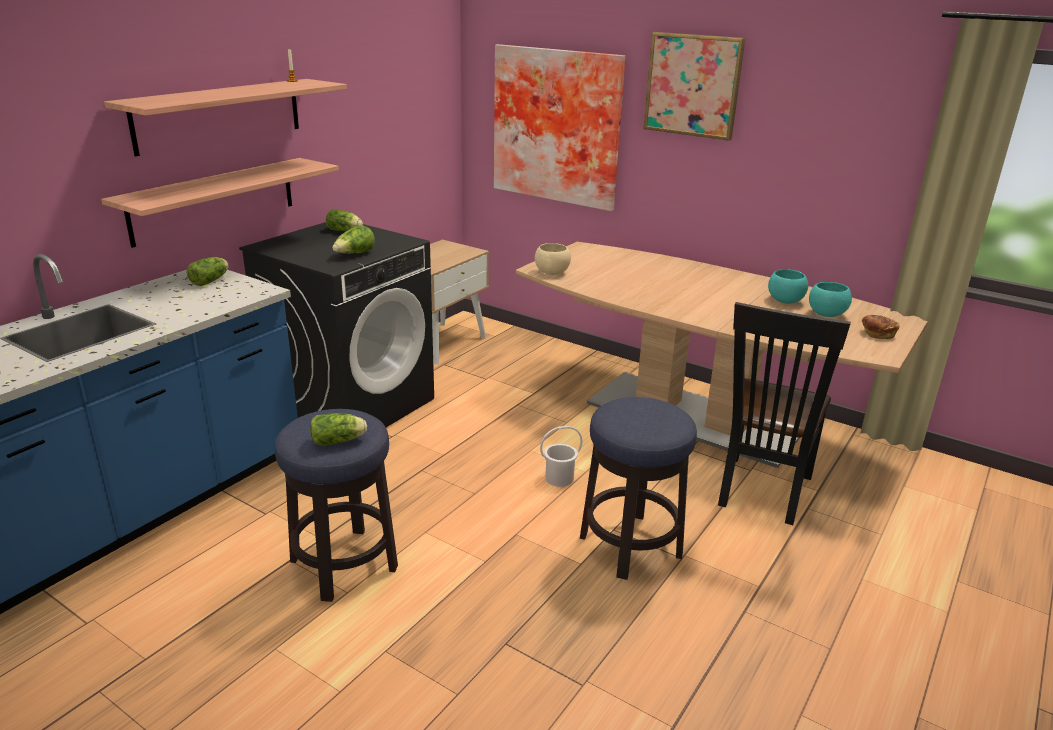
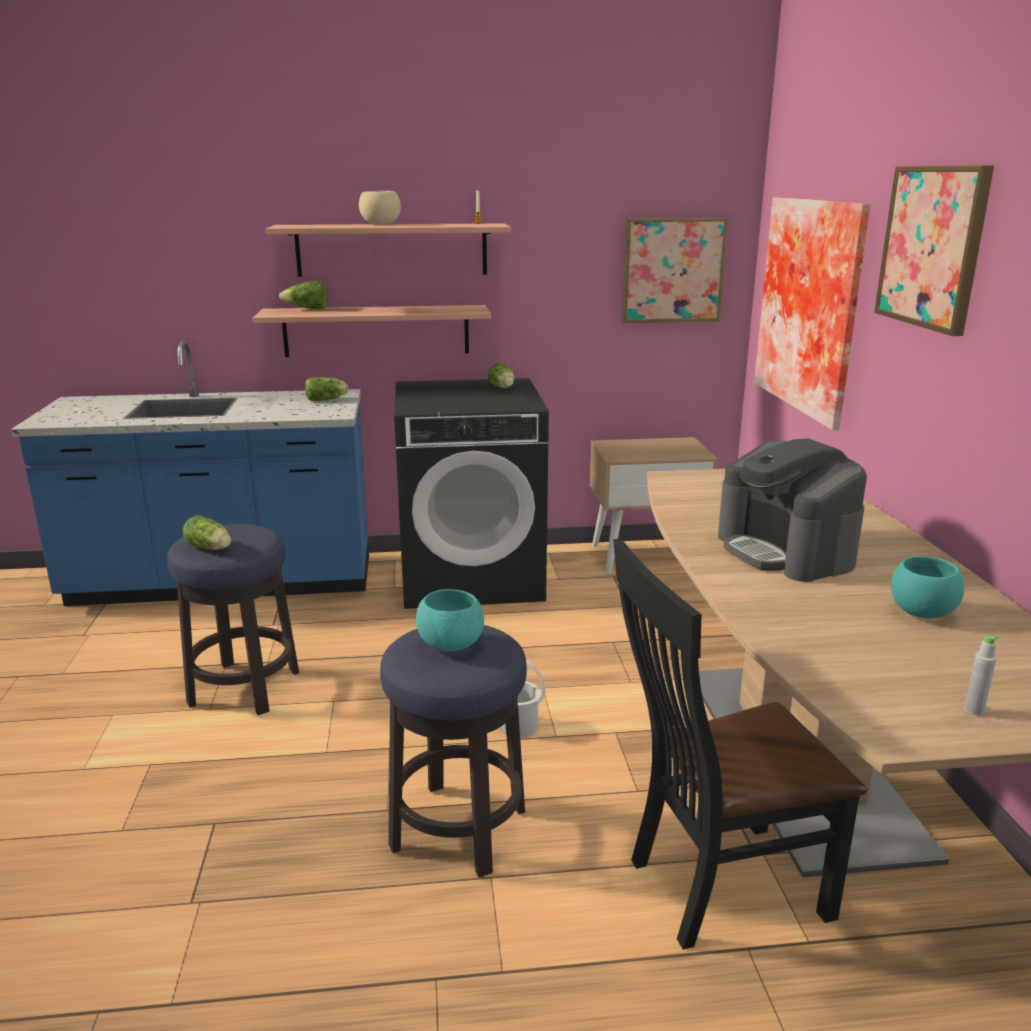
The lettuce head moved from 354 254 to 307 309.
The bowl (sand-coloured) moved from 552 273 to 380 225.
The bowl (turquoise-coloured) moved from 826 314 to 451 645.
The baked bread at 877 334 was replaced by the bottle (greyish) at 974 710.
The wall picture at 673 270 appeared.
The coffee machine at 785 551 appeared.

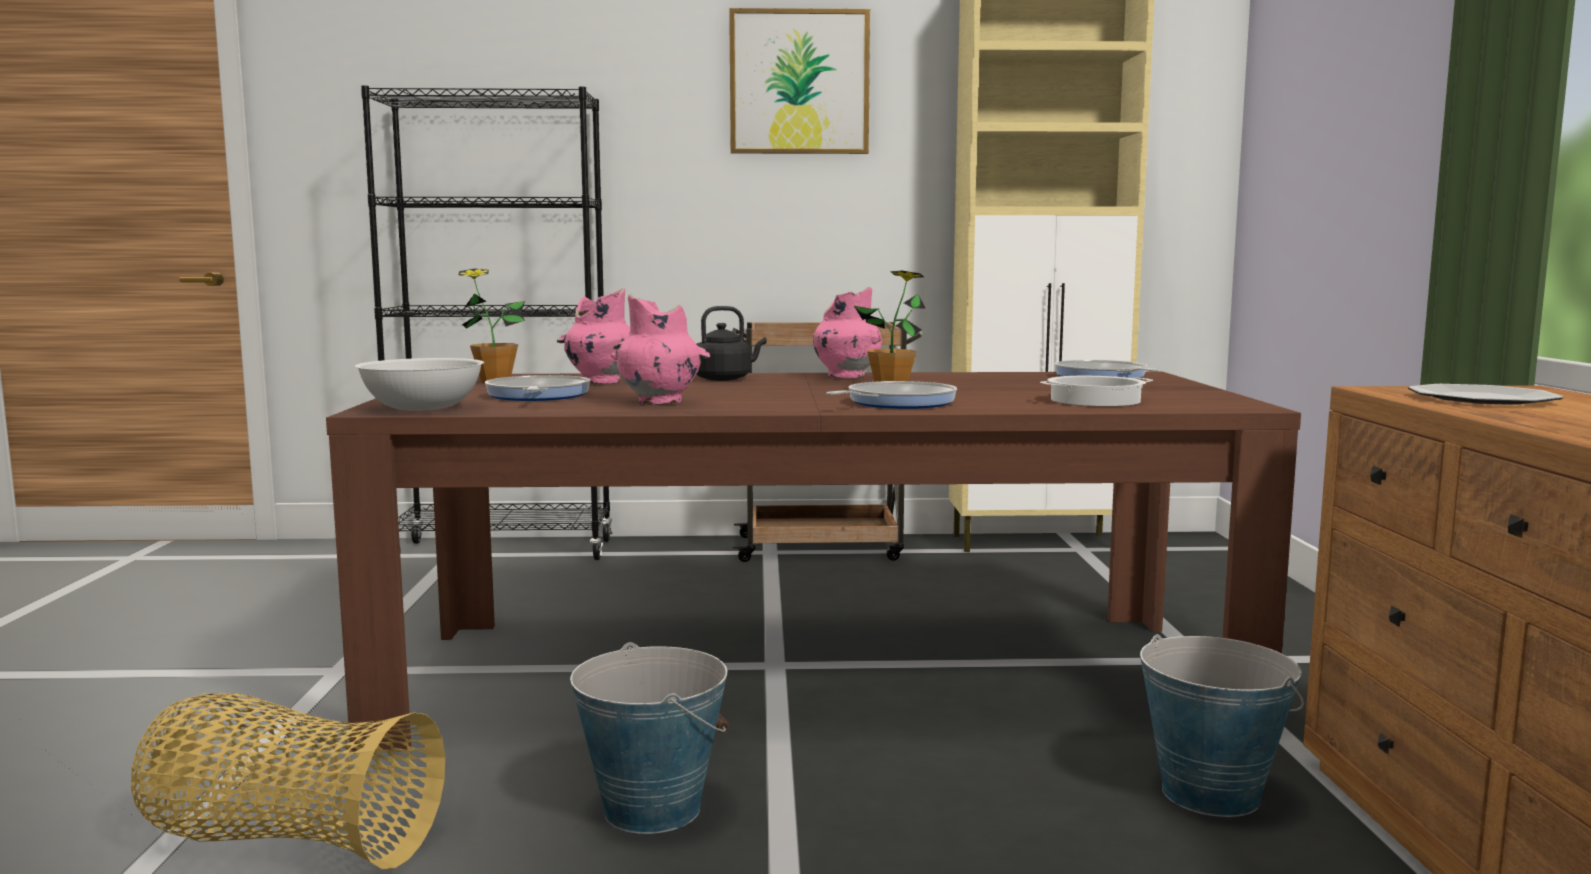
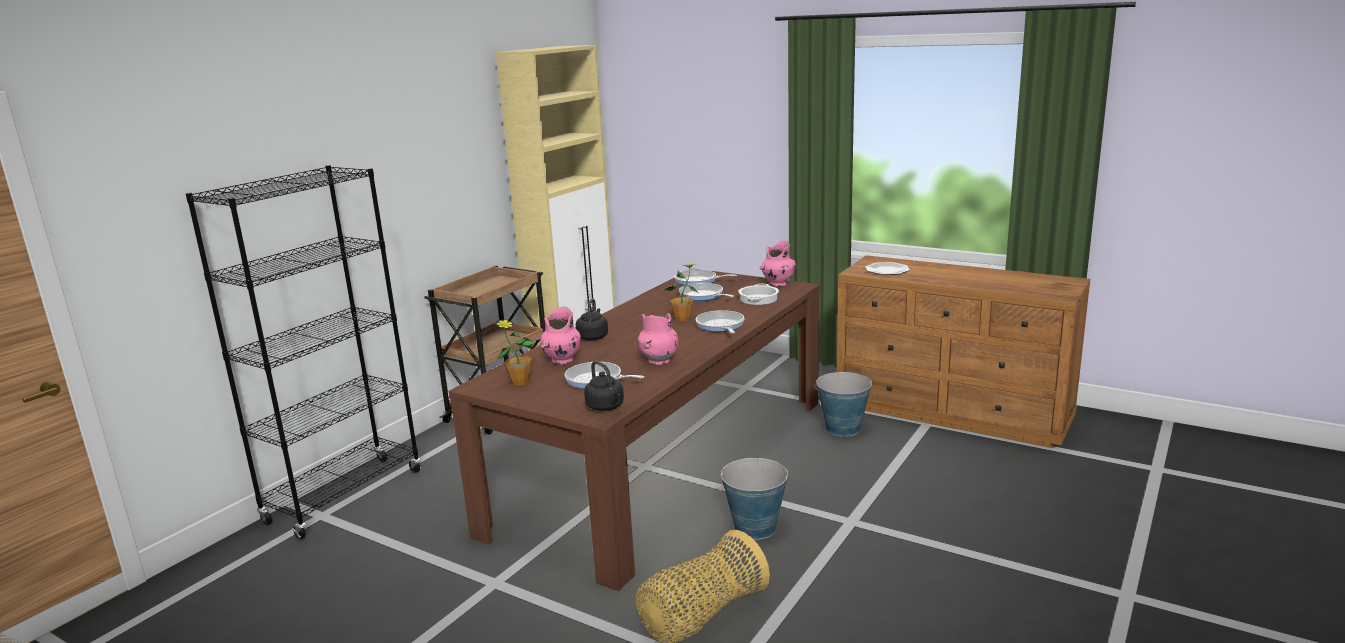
The bowl (white-coloured) at 423 408 was replaced by the kettle (black-coloured) at 606 407.
The wall picture at 799 82 disappeared.
The flower vase (pinkish) moved from 845 376 to 777 284.
The pan at 703 295 appeared.

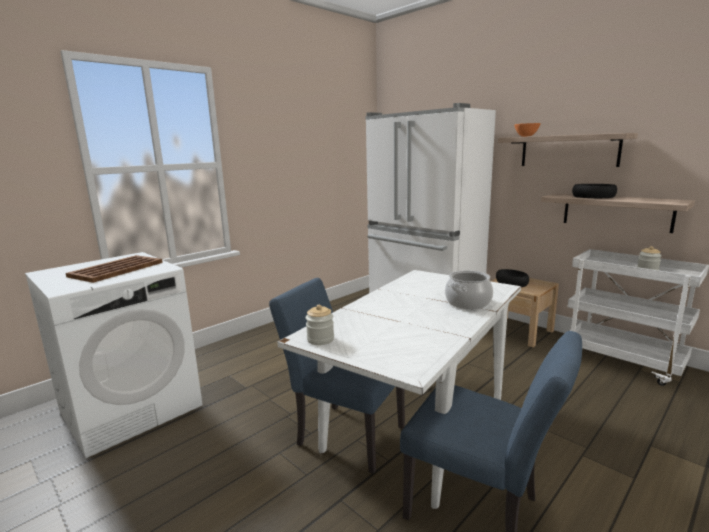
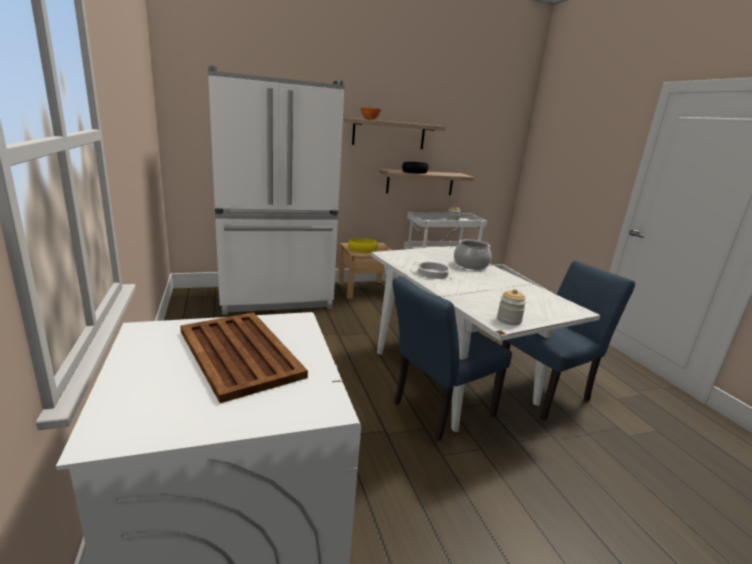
The bowl (black-coloured) at 512 283 became the bowl (yellow) at 363 249.
The stockpot at 432 273 appeared.

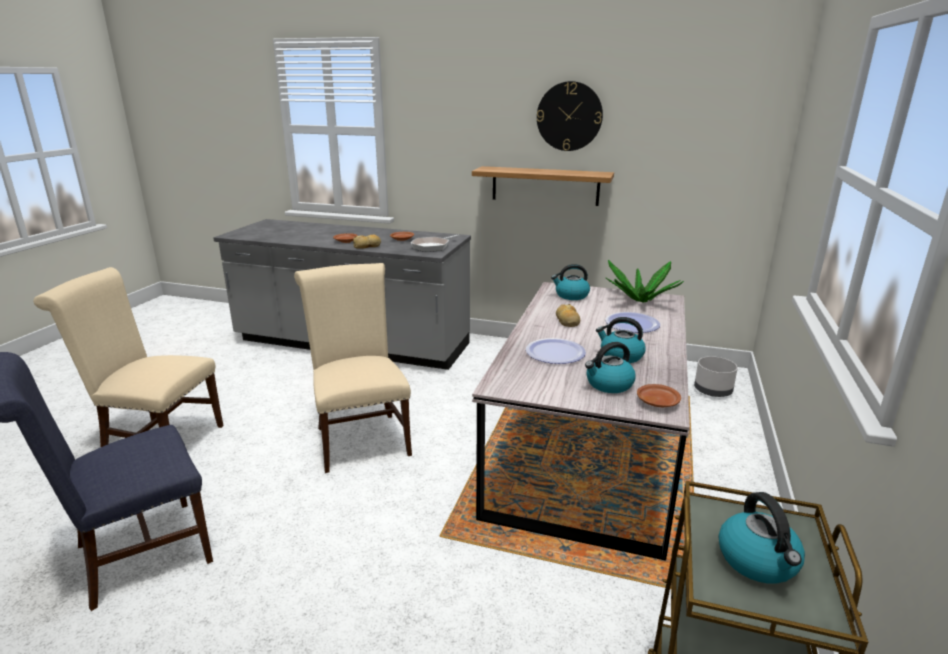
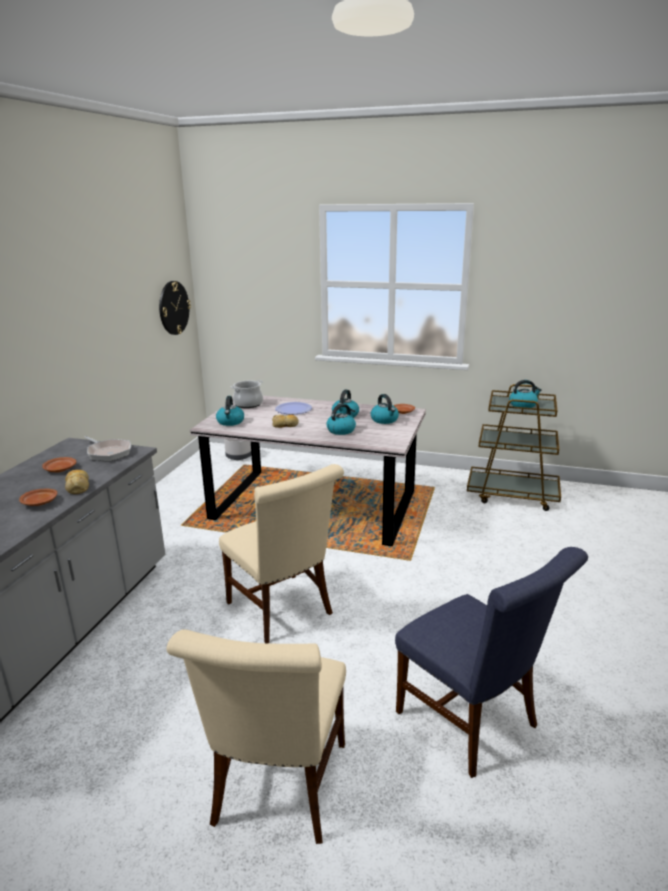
The upright chair (sand-coloured) at 360 437 turned 105 degrees counterclockwise.
The wall shelf at 545 185 disappeared.
The dinner plate at 555 352 was replaced by the kettle at 341 430.
The clock on the wall moved from 569 116 to 173 308.
The potted plant at 640 300 was replaced by the stockpot at 248 404.

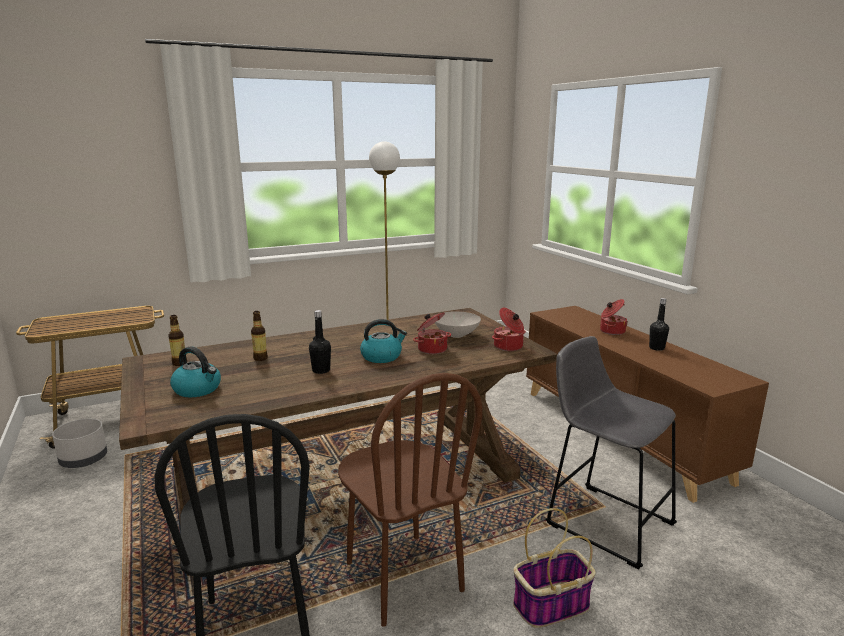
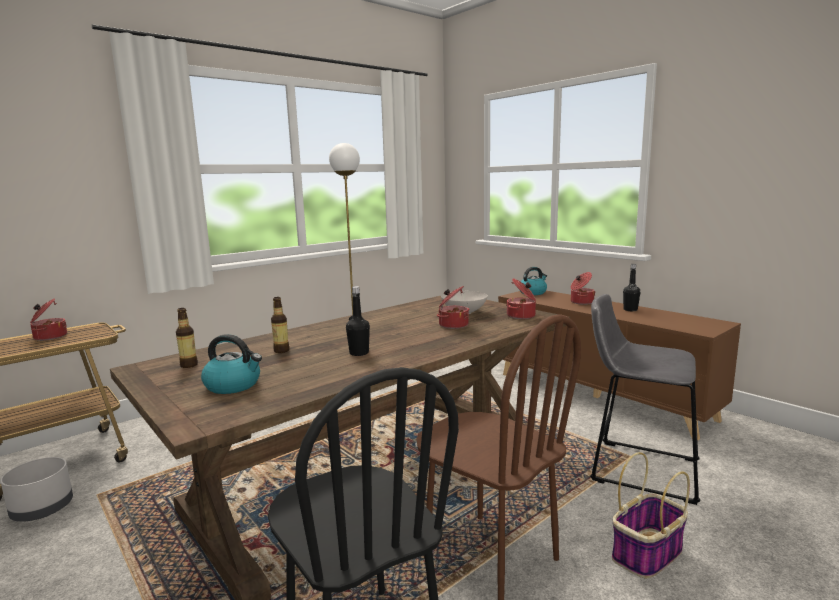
The kettle moved from 382 356 to 533 292.
The stockpot at 49 337 appeared.

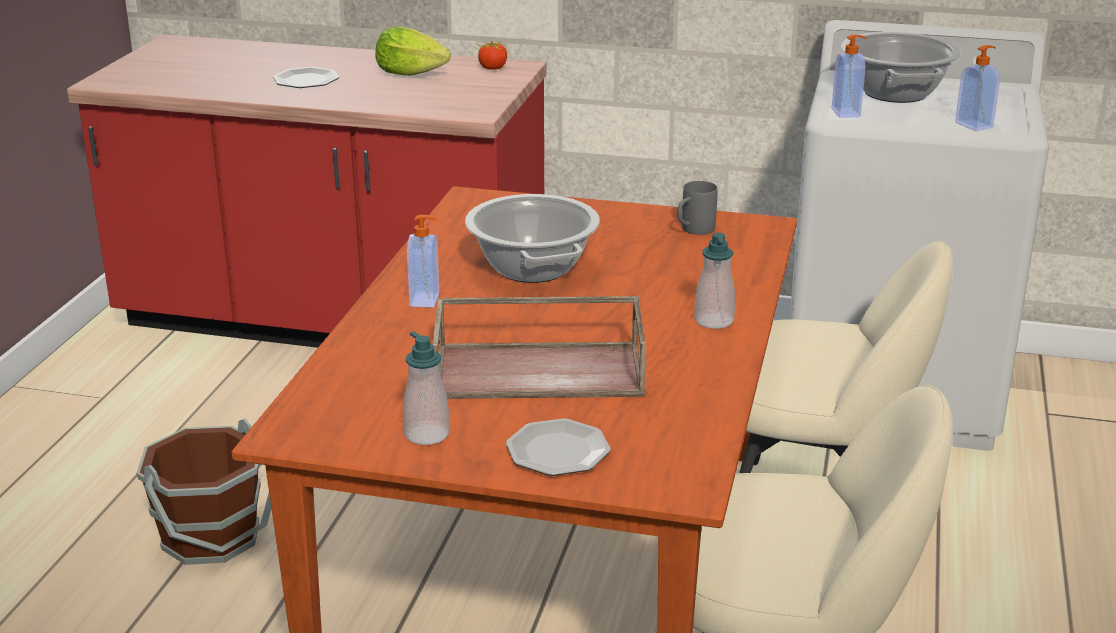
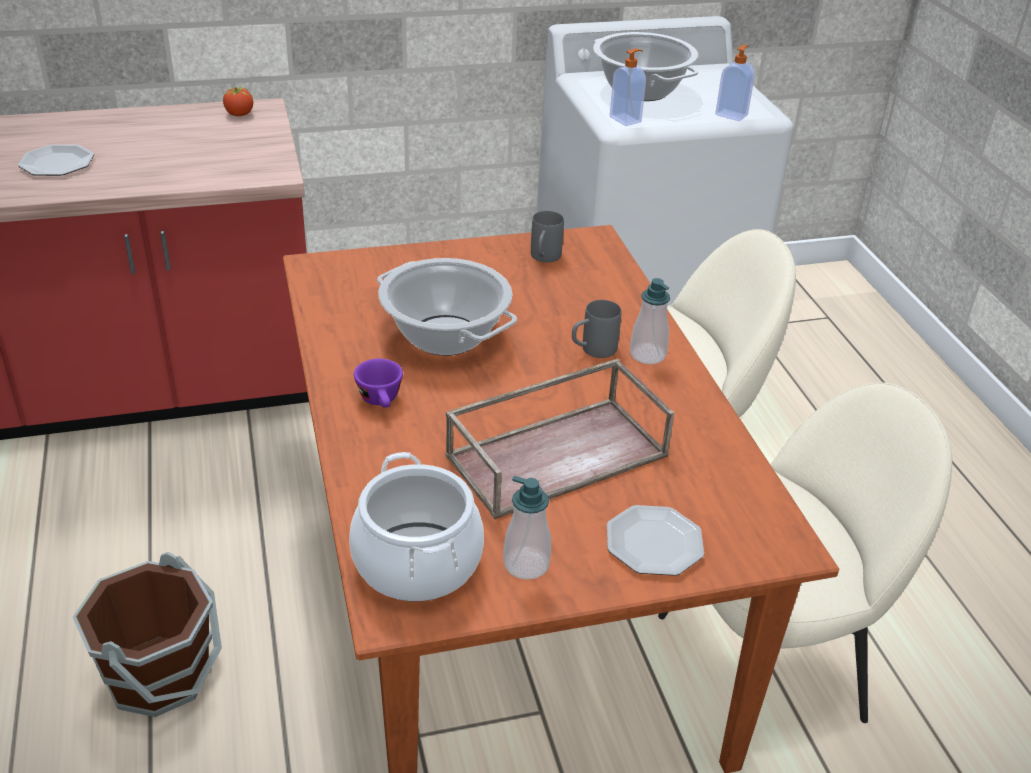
The lettuce head at 410 74 disappeared.
The liquid soap bottle at 426 300 was replaced by the cup (purple-coloured) at 381 401.
The stockpot at 416 562 appeared.
The coffee mug (greyish) at 592 350 appeared.

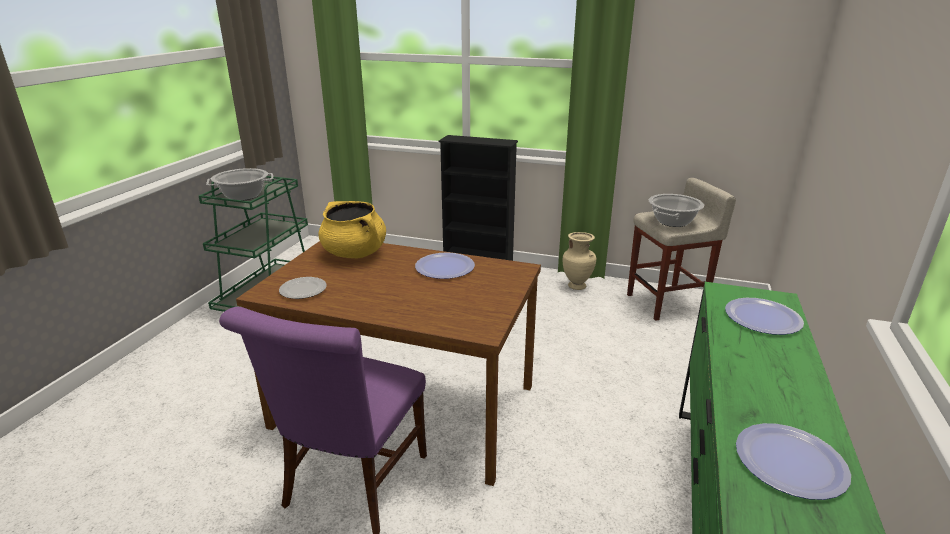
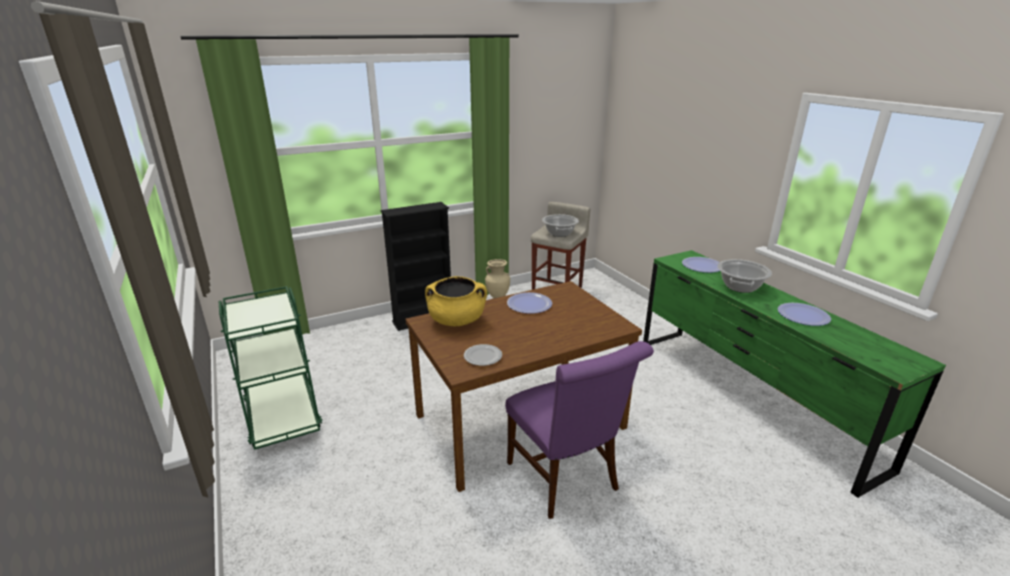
The stockpot moved from 243 196 to 740 287.

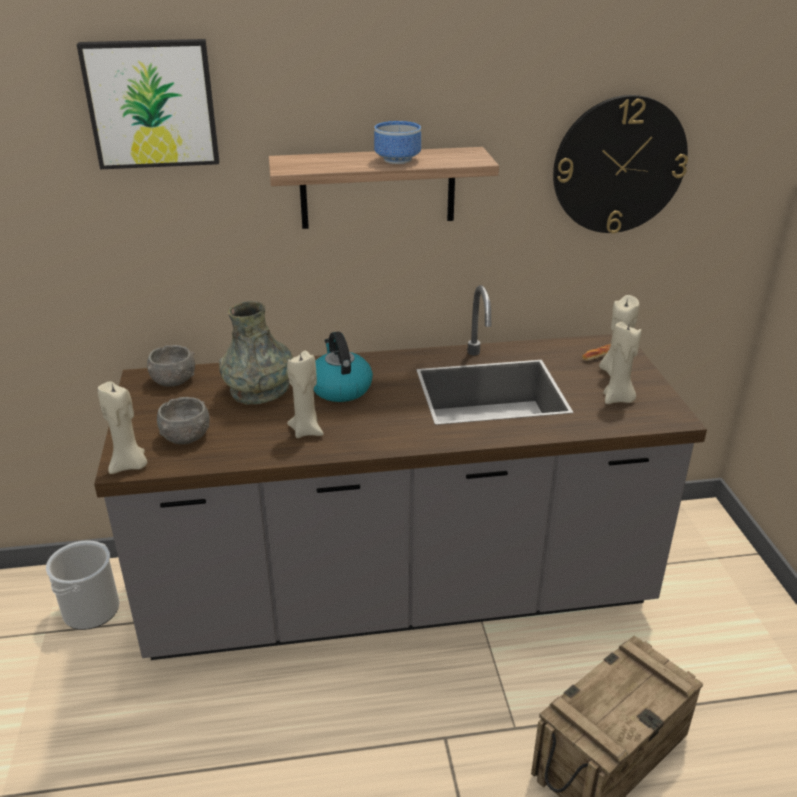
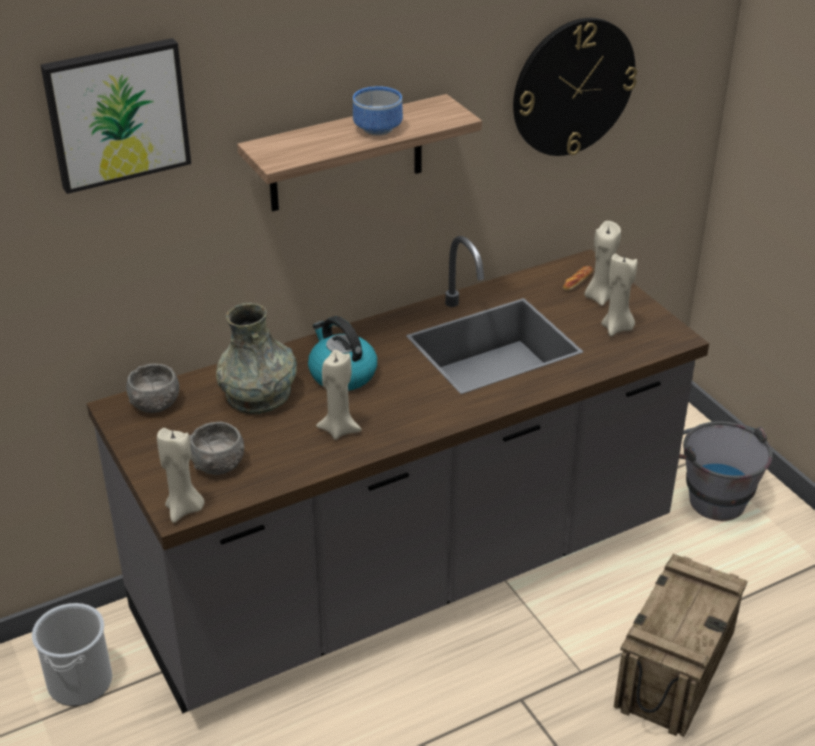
The pail (greyish) at 709 494 appeared.

